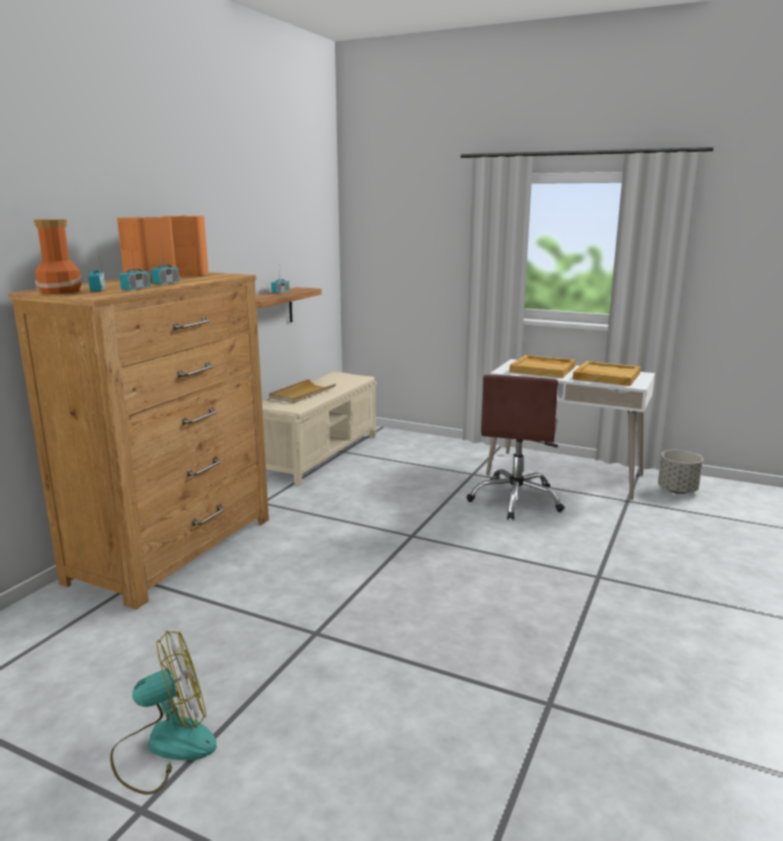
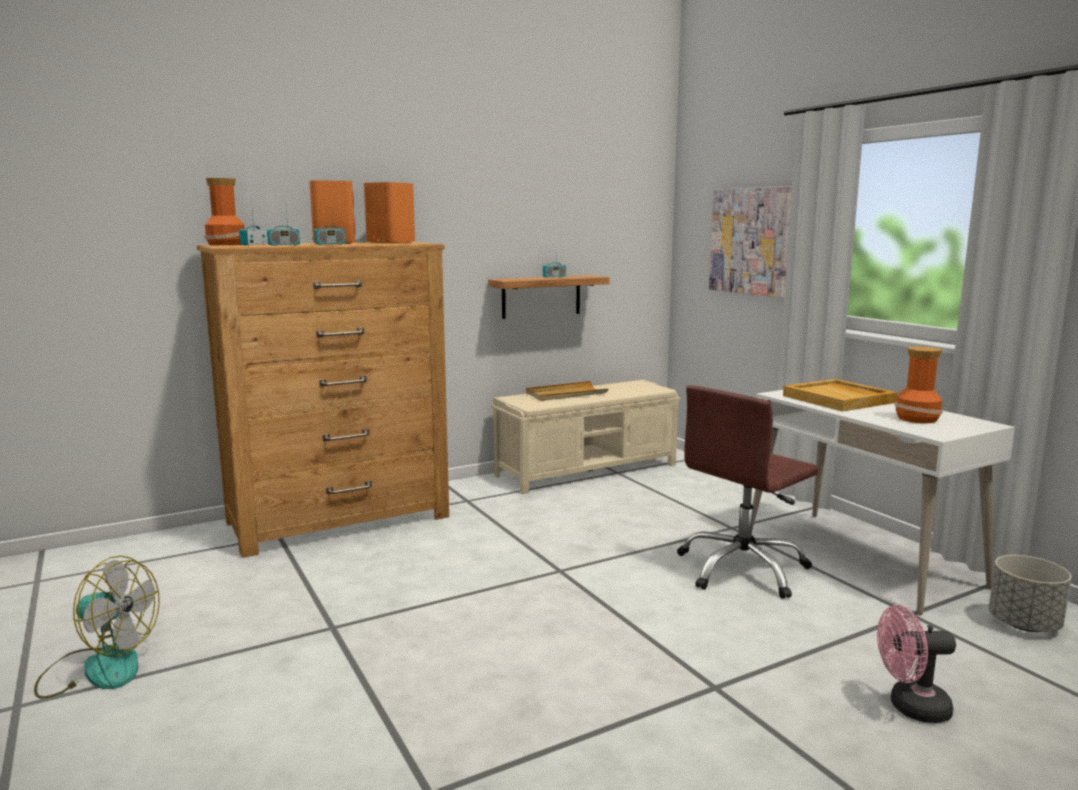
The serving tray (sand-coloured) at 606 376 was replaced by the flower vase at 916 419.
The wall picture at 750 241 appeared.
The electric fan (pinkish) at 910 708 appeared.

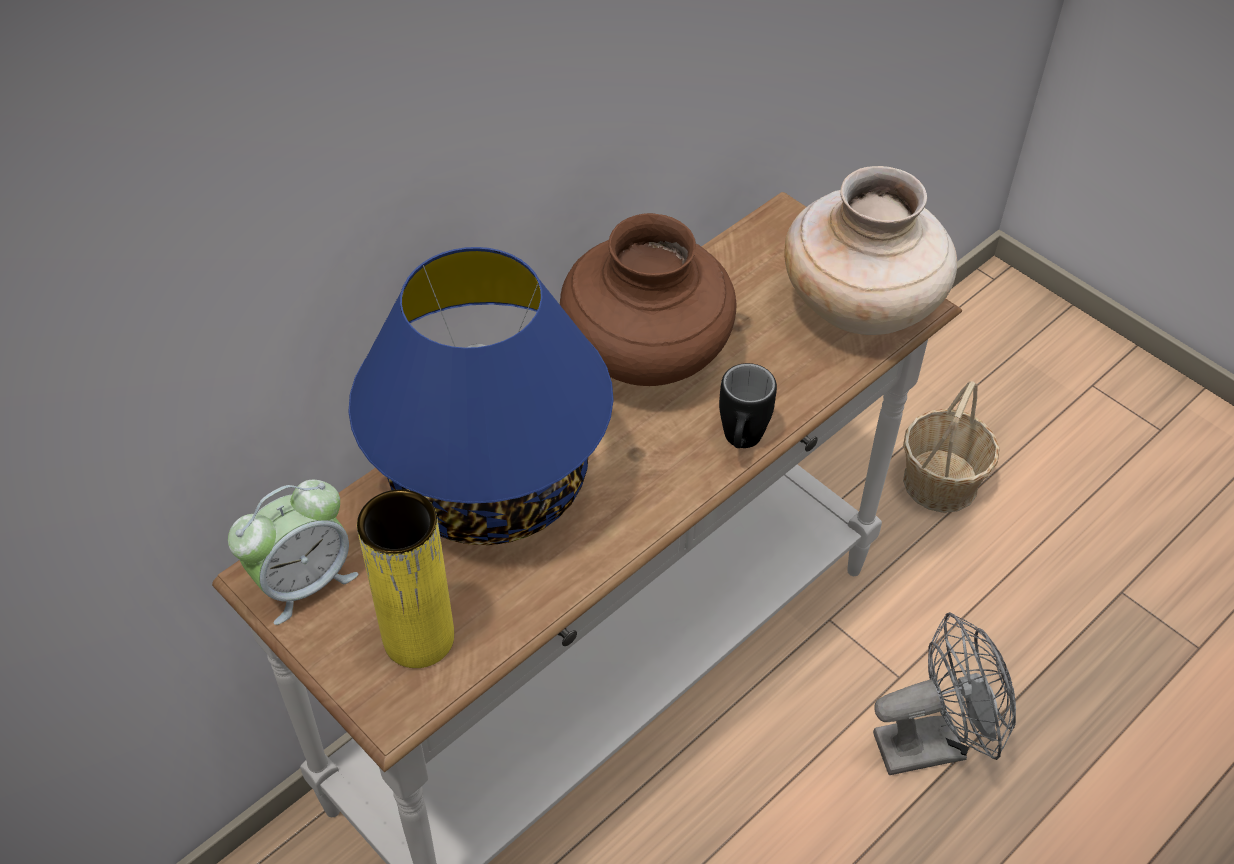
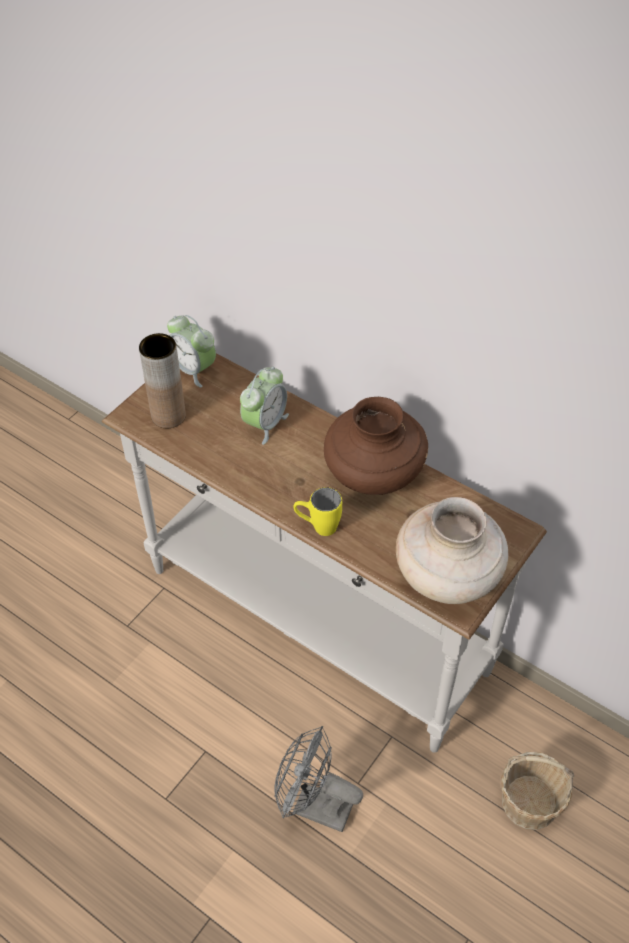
The tabletop lamp (blue) at 488 484 was replaced by the bedside clock at 265 424.
The flower vase (yellow) at 418 638 became the flower vase (brownish) at 168 416.
The coffee mug (black-coloured) at 740 444 became the coffee mug (yellow) at 317 527.
The electric fan (greyish) at 932 743 turned 135 degrees clockwise.

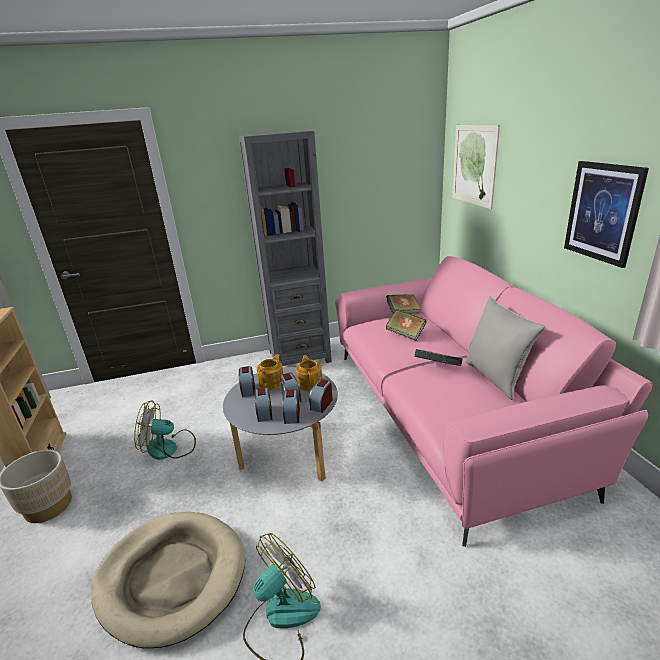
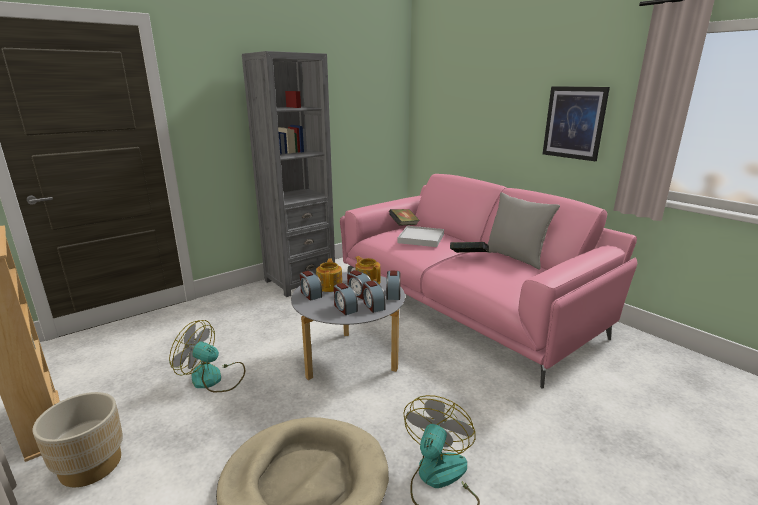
The electric fan at 169 448 turned 45 degrees clockwise.
The book at 405 334 was replaced by the serving tray (white-coloured) at 421 238.
The wall picture at 474 165 disappeared.

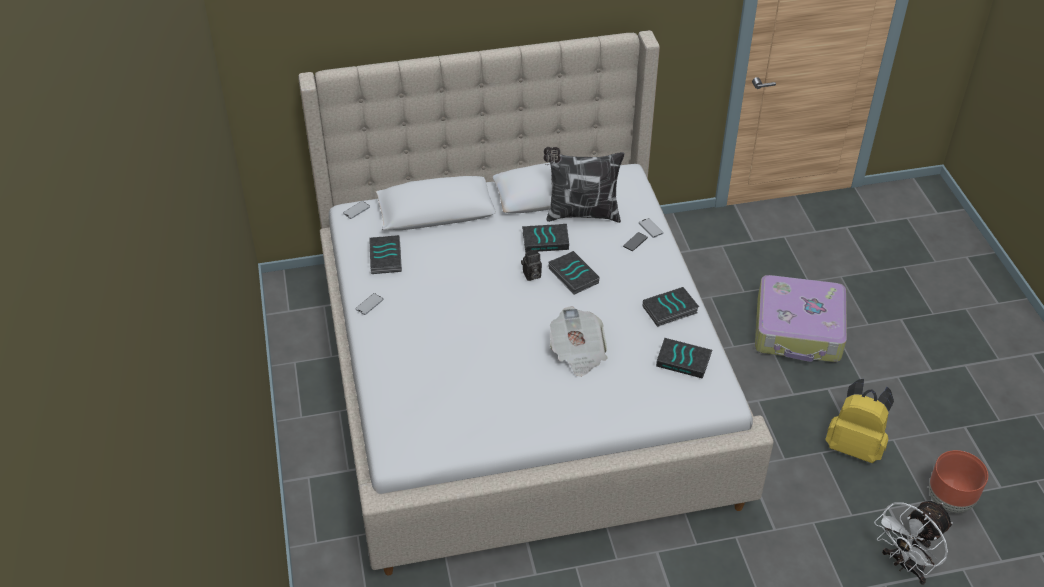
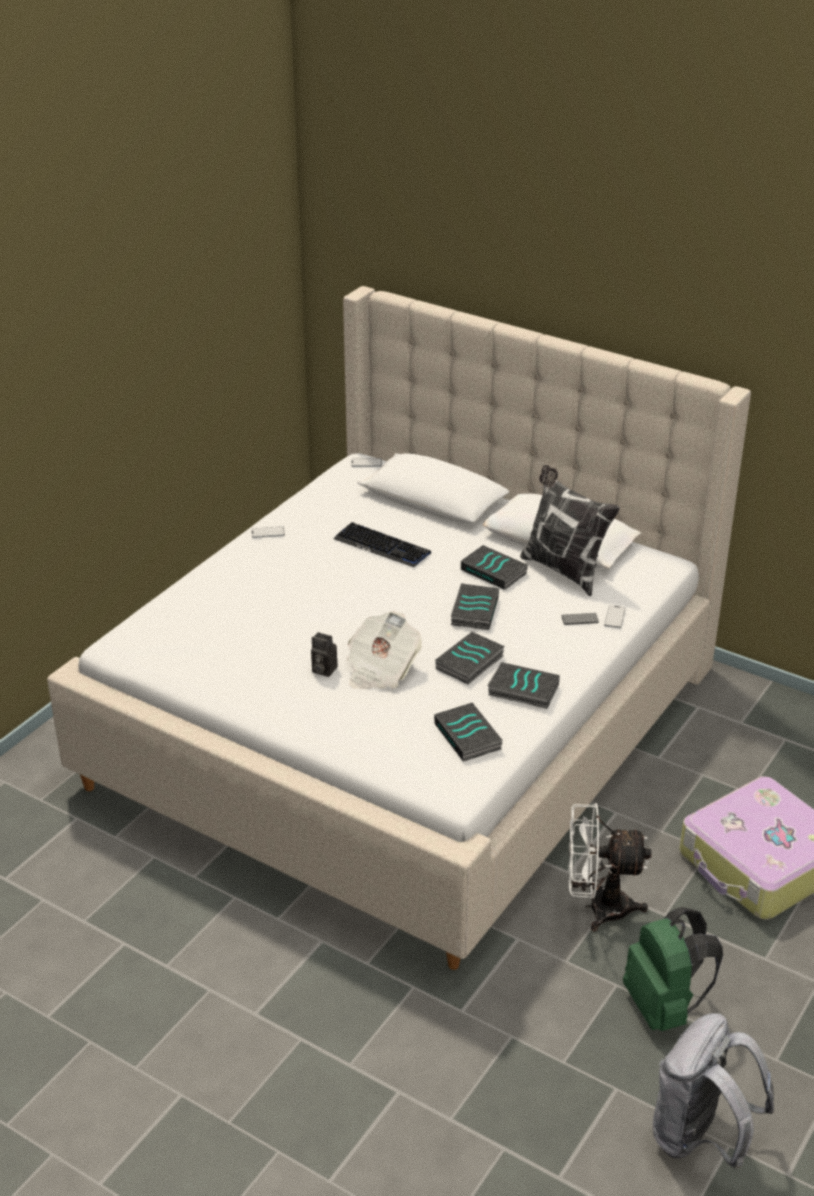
The book moved from 386 258 to 470 663.
The photo camera moved from 531 275 to 322 670.
The knapsack (yellow) at 855 446 became the knapsack (green-coloured) at 664 1007.
The electric fan (white-coloured) moved from 905 565 to 598 907.
The plant pot (brownish) at 950 501 was replaced by the knapsack (greyish) at 700 1138.
The computer keyboard at 382 546 appeared.

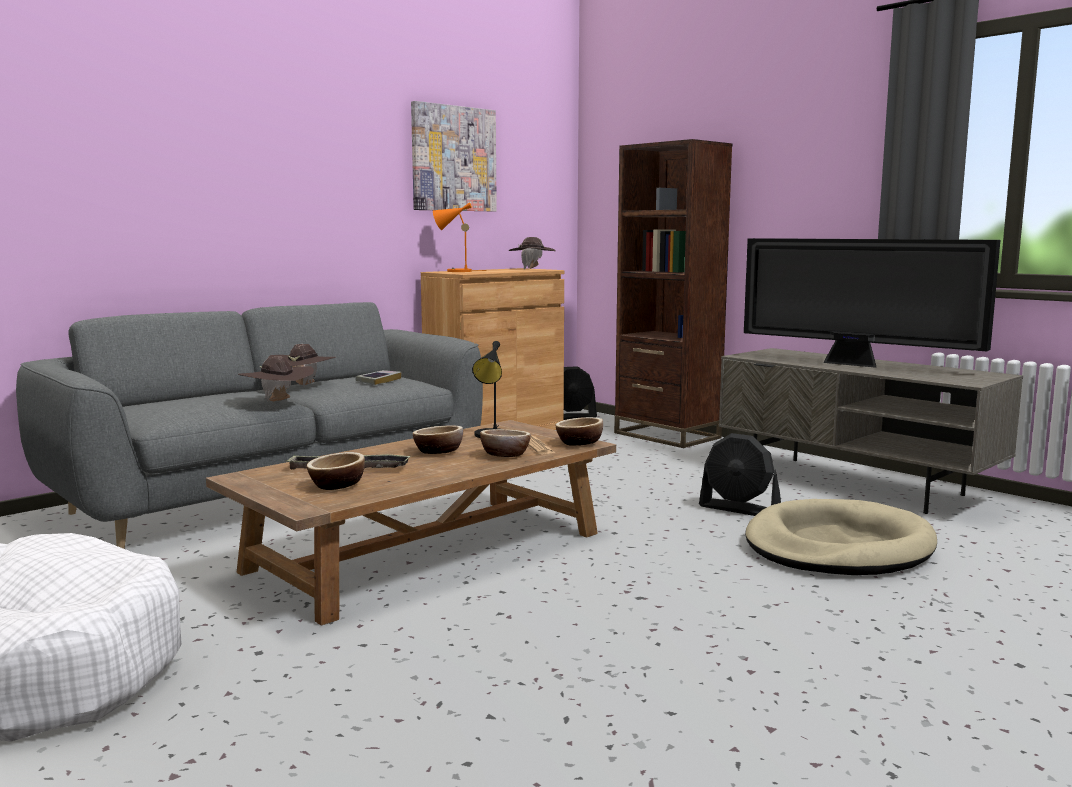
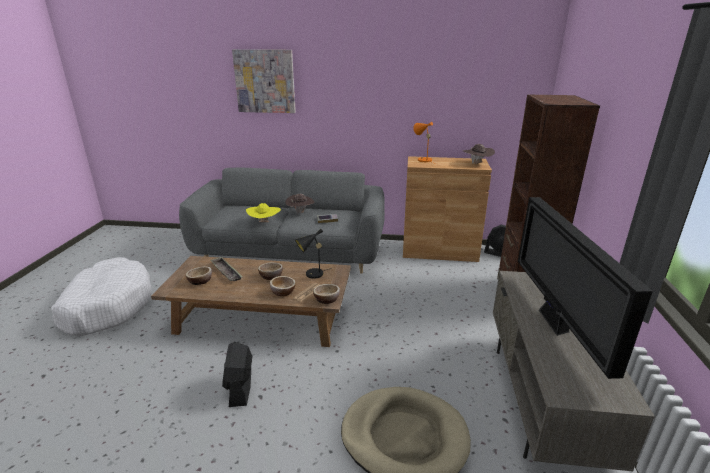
The wearable hat (brownish) at 278 402 became the wearable hat (yellow) at 264 223.
The wall picture moved from 453 159 to 265 81.
The electric fan (black-coloured) moved from 740 509 to 240 387.

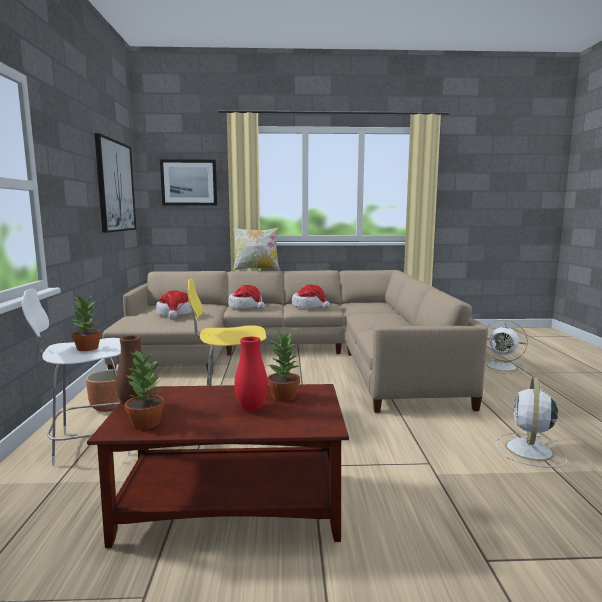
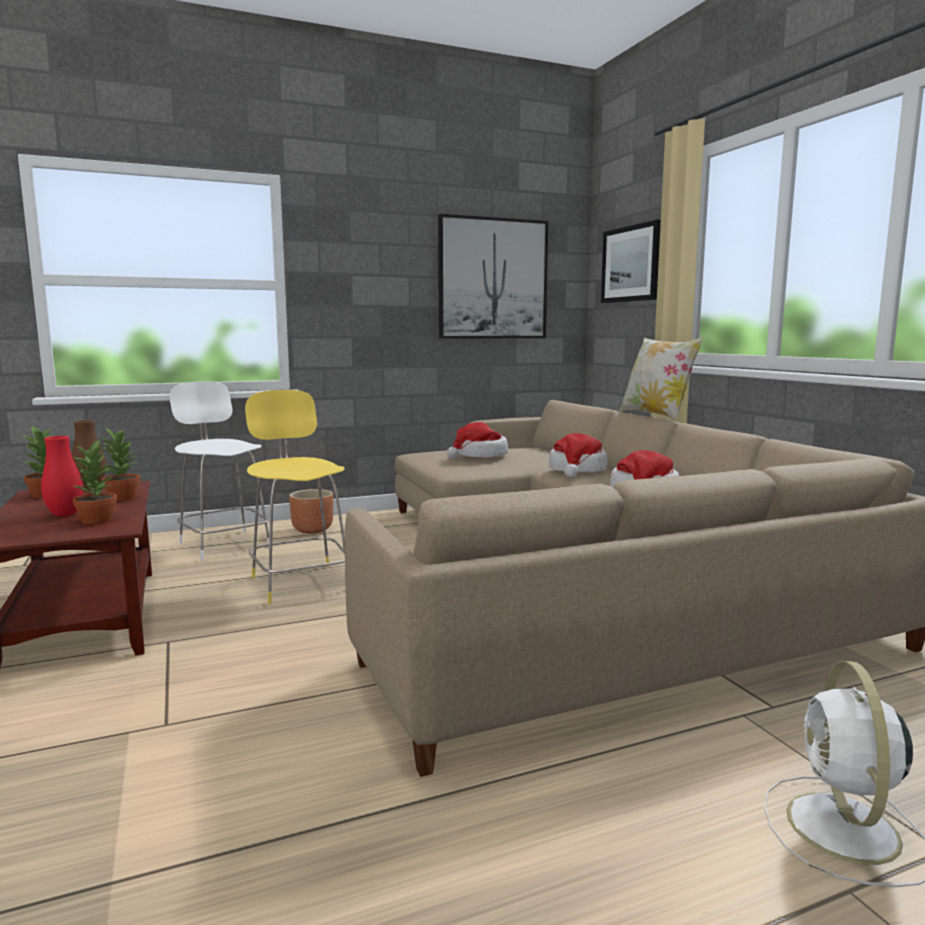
The potted plant moved from 87 348 to 122 497.
The electric fan (white-coloured) at 529 450 disappeared.

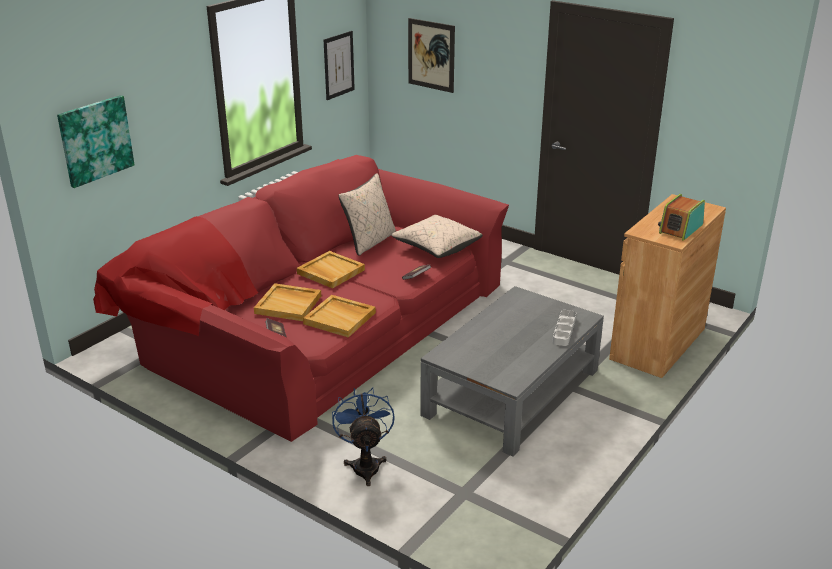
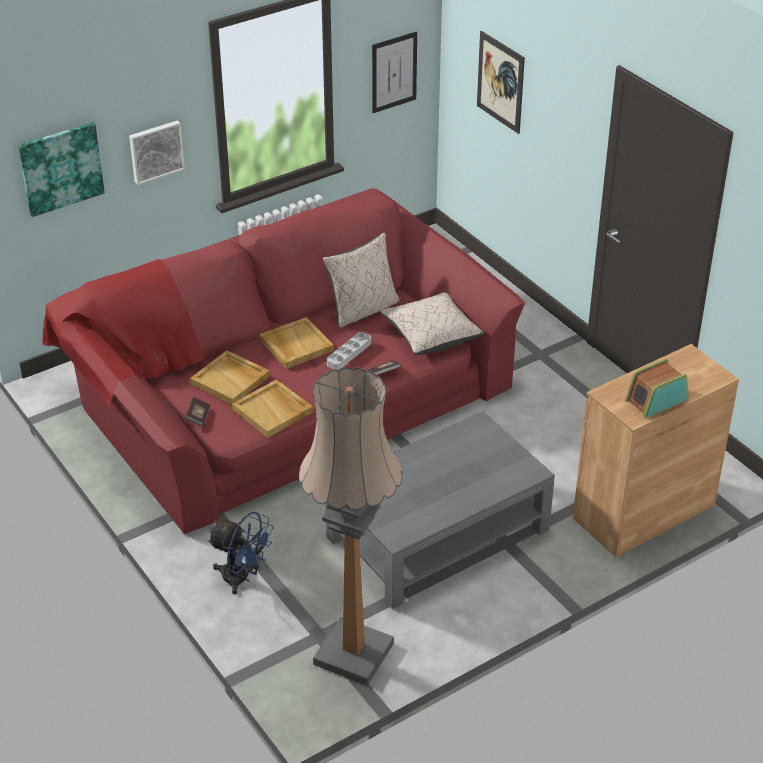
The electric fan (blue) at 365 464 turned 105 degrees clockwise.
The serving tray (greyish) moved from 564 330 to 349 354.
The wall picture at 156 151 appeared.
The standard lamp at 353 654 appeared.

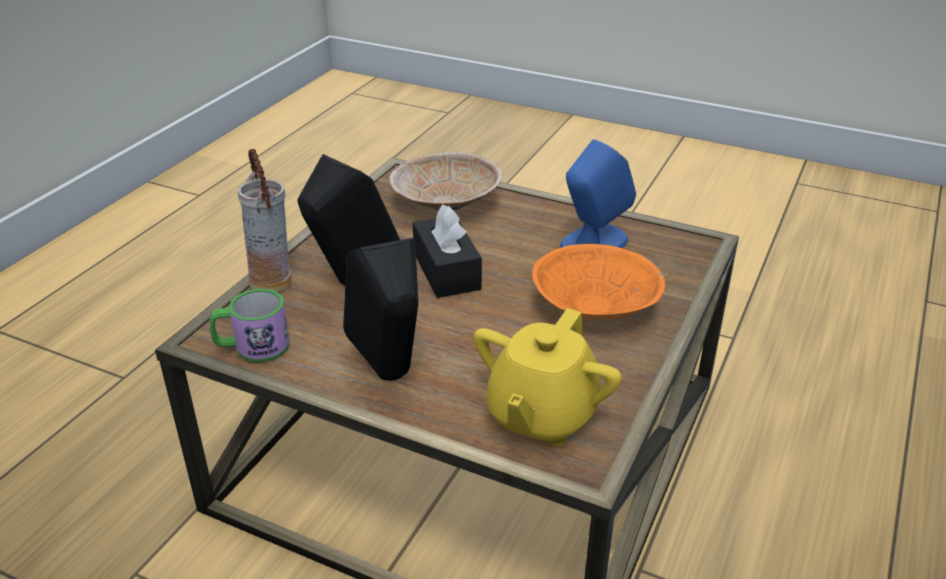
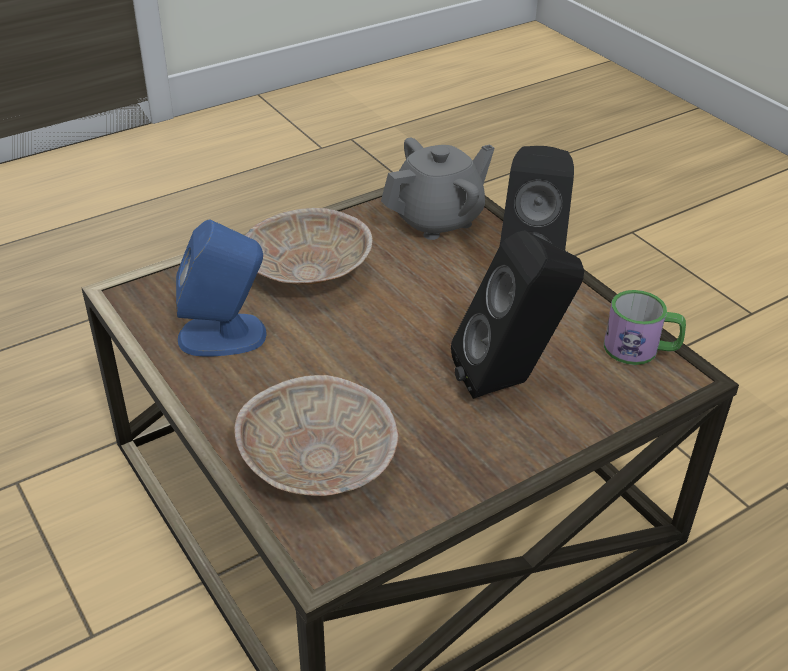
The flower vase at 273 281 disappeared.
The tissue box (black-coloured) at 446 271 disappeared.
The teapot (yellow) at 541 415 became the teapot (greyish) at 437 219.
The bowl (orange) at 596 307 became the bowl (sand-coloured) at 306 273.

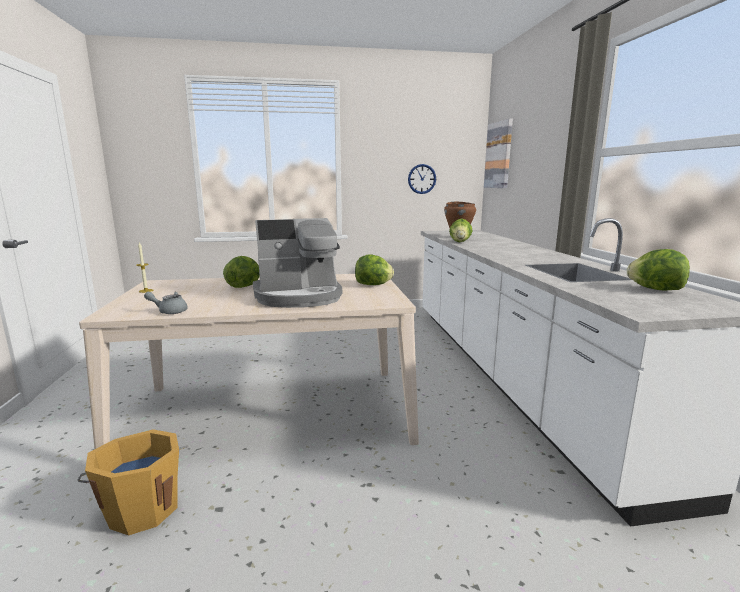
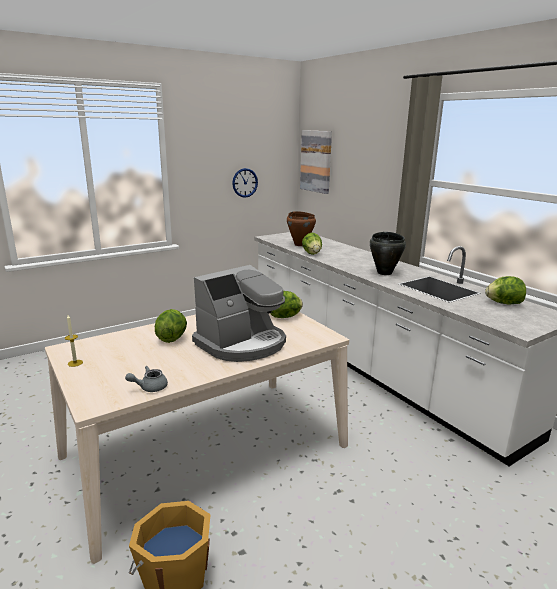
The stockpot (black-coloured) at 384 273 appeared.

